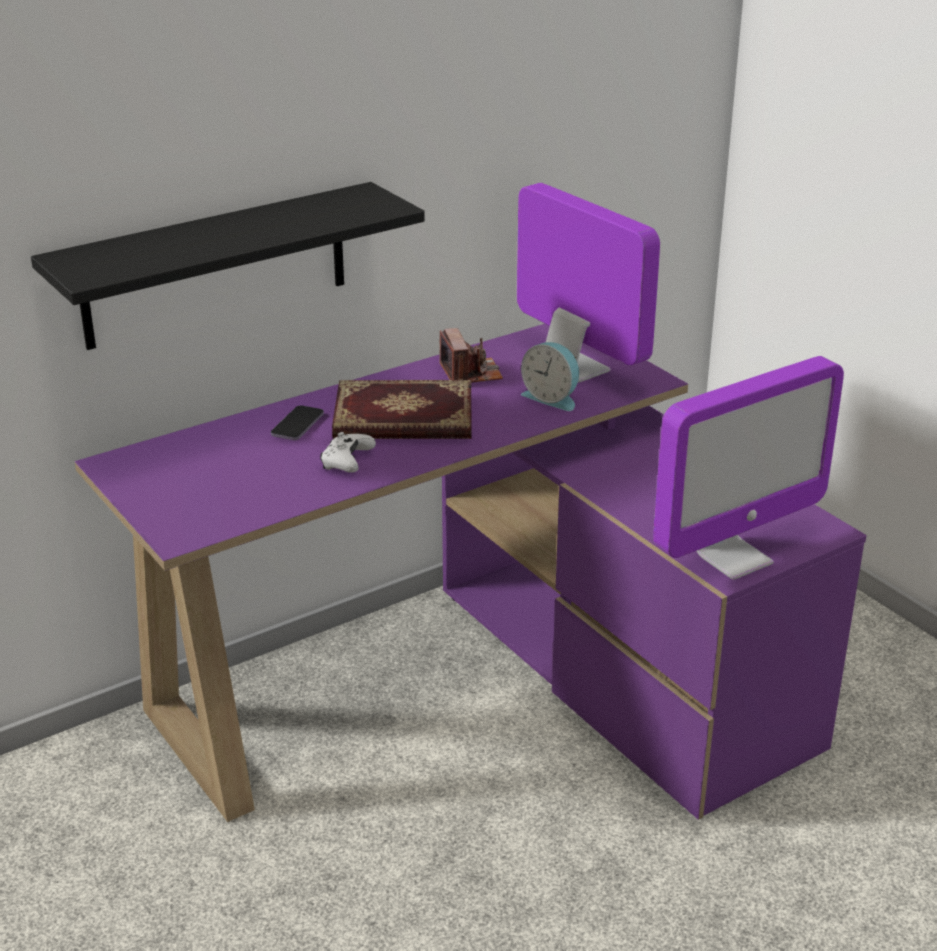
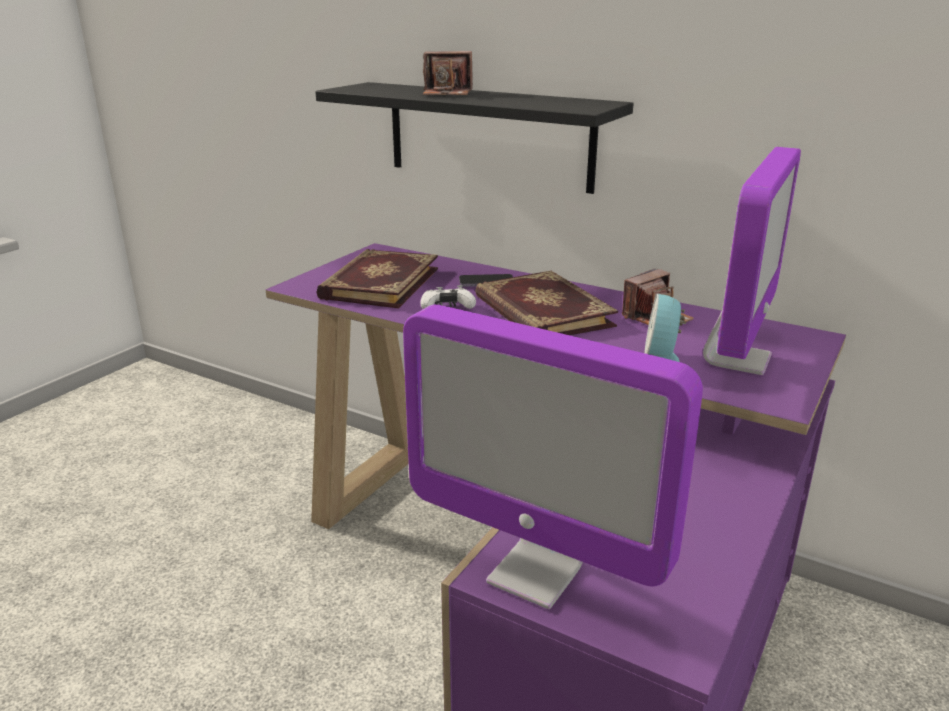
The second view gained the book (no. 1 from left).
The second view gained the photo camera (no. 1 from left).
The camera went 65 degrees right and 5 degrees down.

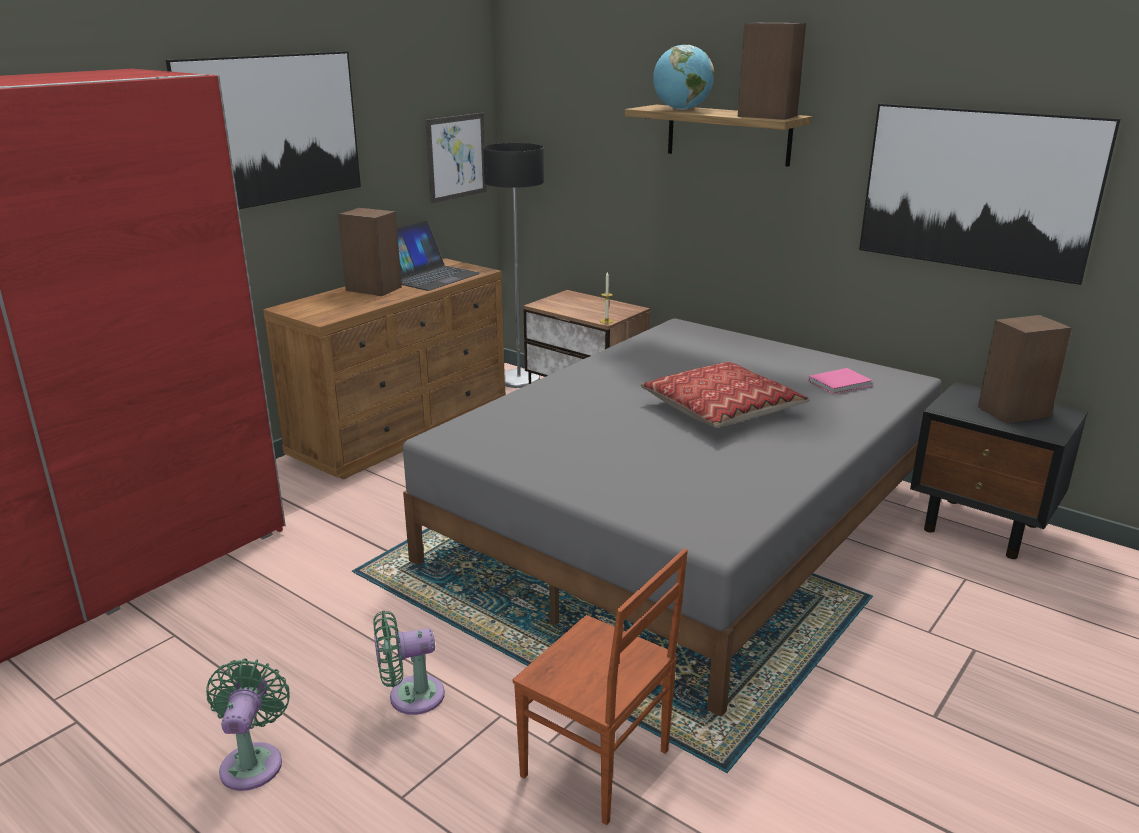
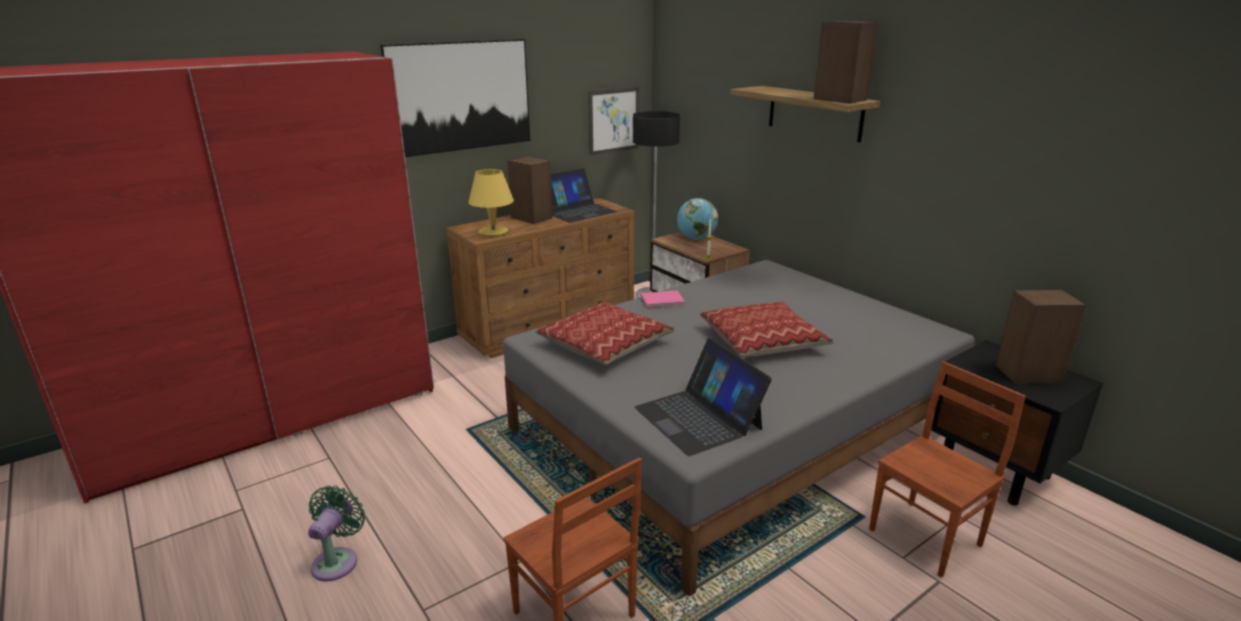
The second view gained the yellow table lamp.
The second view gained the pillow (no. 1 from left).
The second view gained the laptop (no. 2 from left).
The pink book ended up elsewhere.
The globe ended up elsewhere.
The second view gained the brown chair (no. 2 from left).
The second view lost the green fan (no. 2 from left).
The second view lost the picture (no. 3 from left).
The camera went 15 degrees right and 0 degrees up.

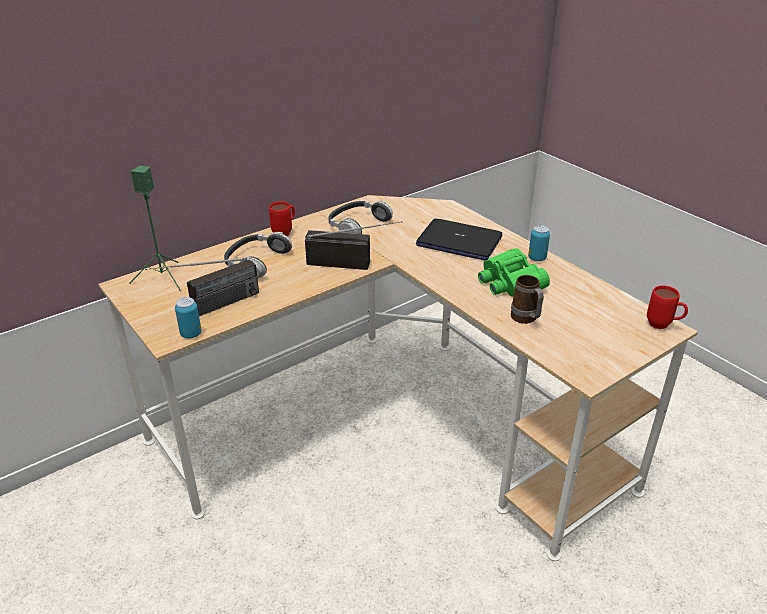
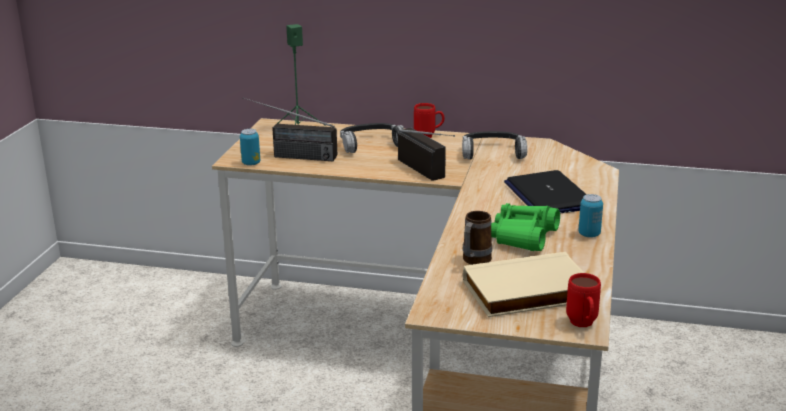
The second view gained the beige book.
The camera went 50 degrees right and 10 degrees down.

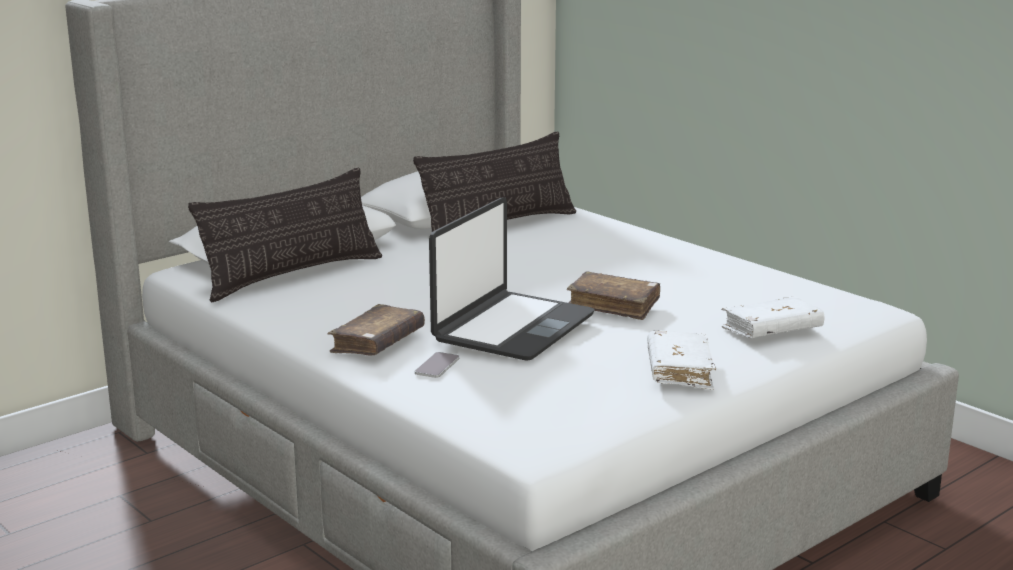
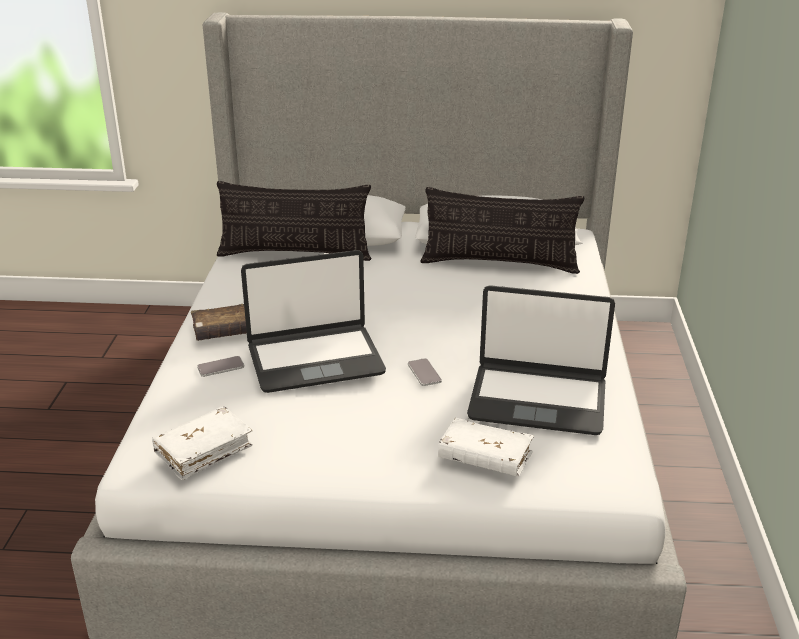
The white book (no. 1 from left) ended up elsewhere.
Where the brown book (no. 2 from left) stood, the phone (no. 2 from left) came to stand.
The second view gained the laptop (no. 2 from left).
The camera went 45 degrees right and 10 degrees up.

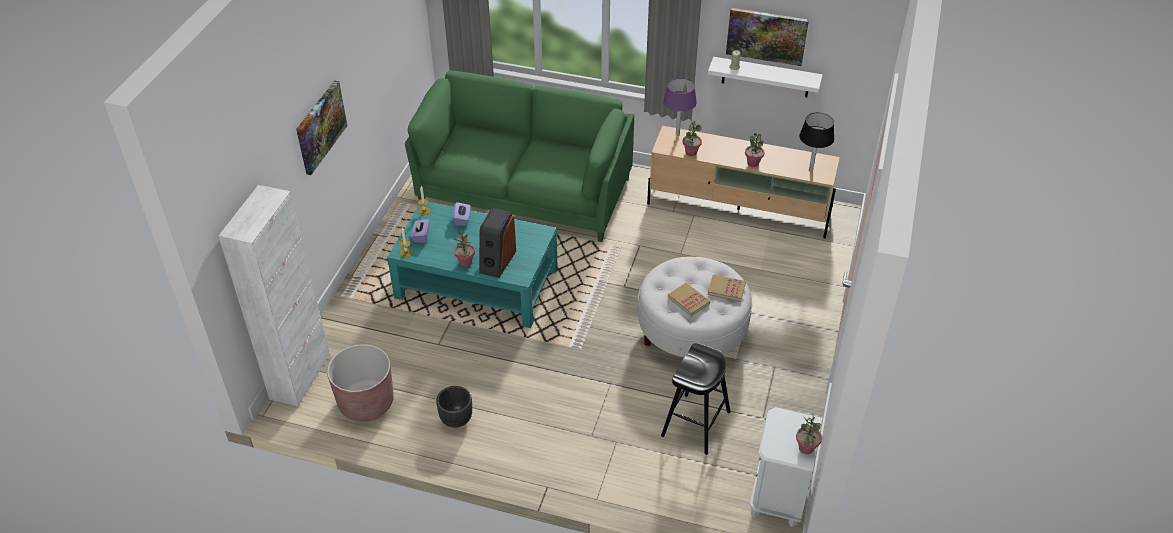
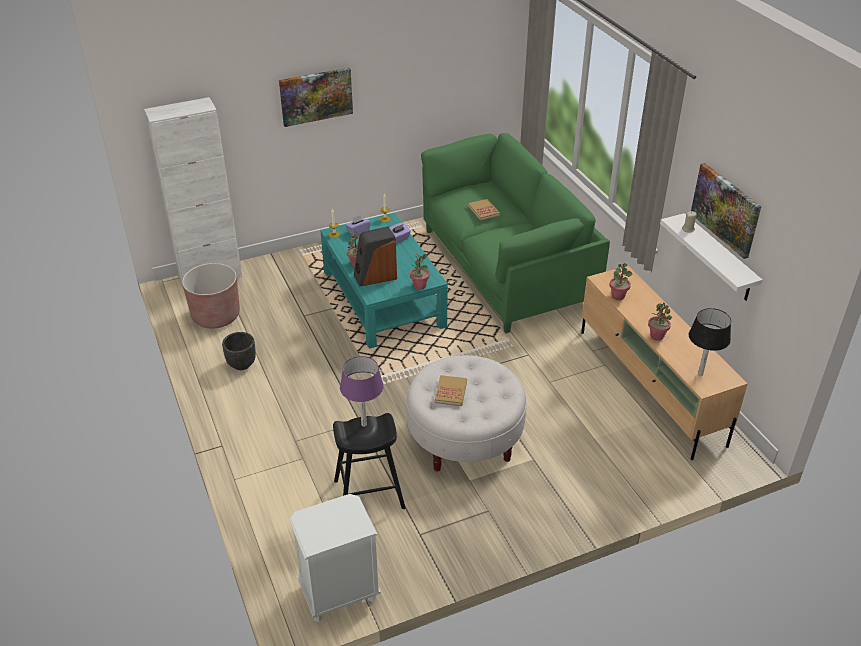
The purple table lamp ended up elsewhere.
The potted plant (no. 4 from left in the first image) ended up elsewhere.
The book (no. 2 from left) ended up elsewhere.
The camera went 50 degrees right and 5 degrees down.

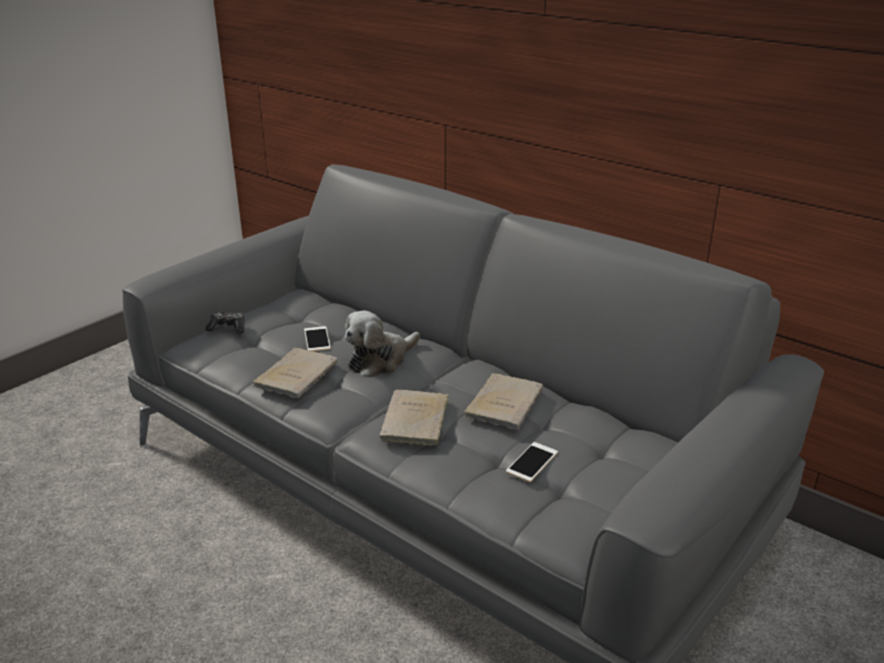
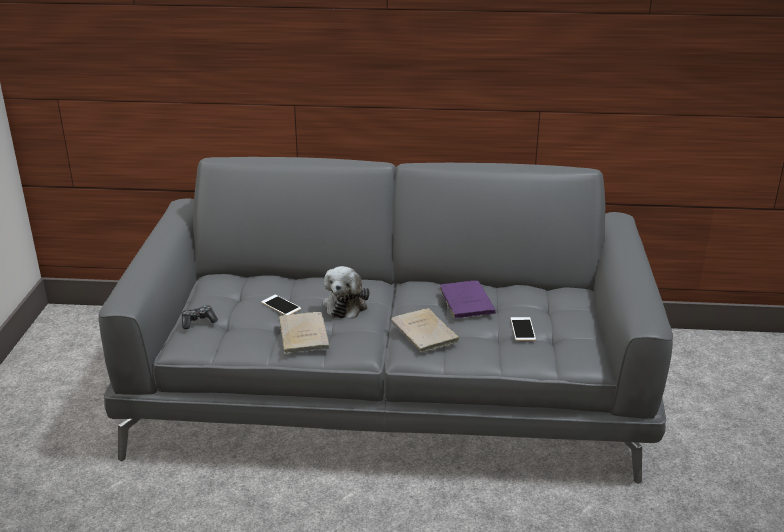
What was the beige book (no. 3 from left) turned into the purple book.
The camera went 35 degrees left and 0 degrees up.

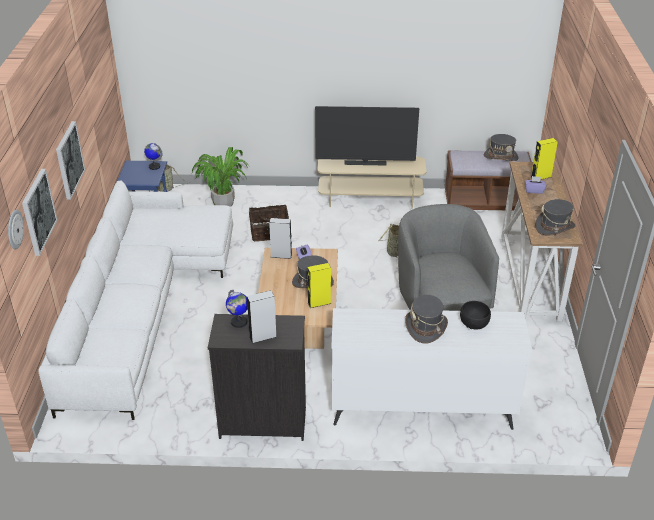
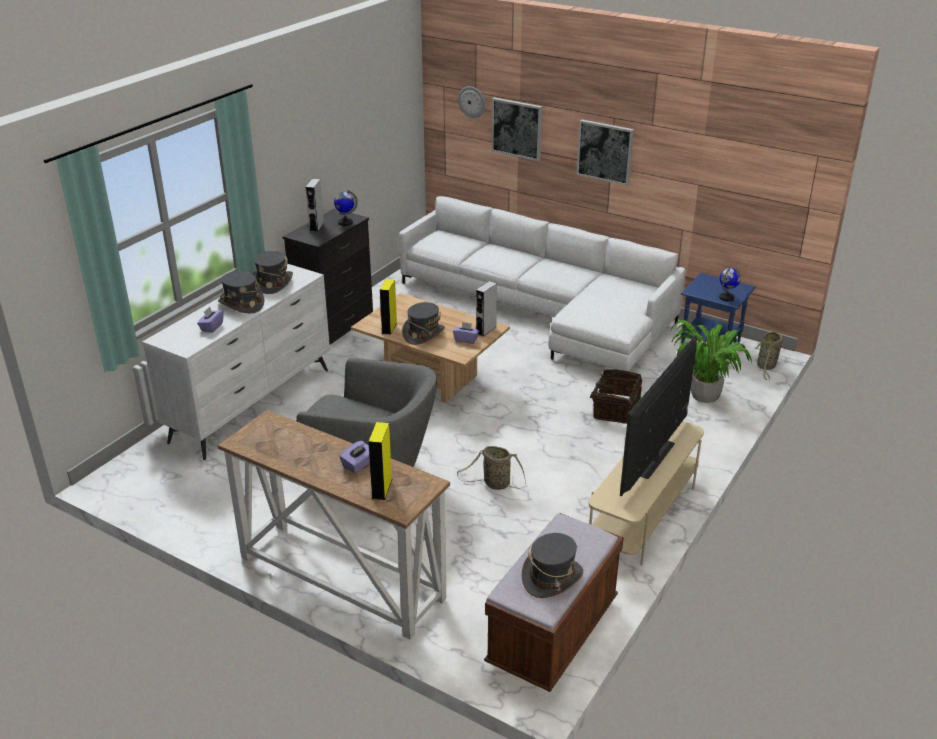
Where the black bowl stood, the purple tissue box (no. 1 from left) came to stand.
The grey hat (no. 4 from left in the first image) ended up elsewhere.
The camera went 120 degrees right and 5 degrees down.

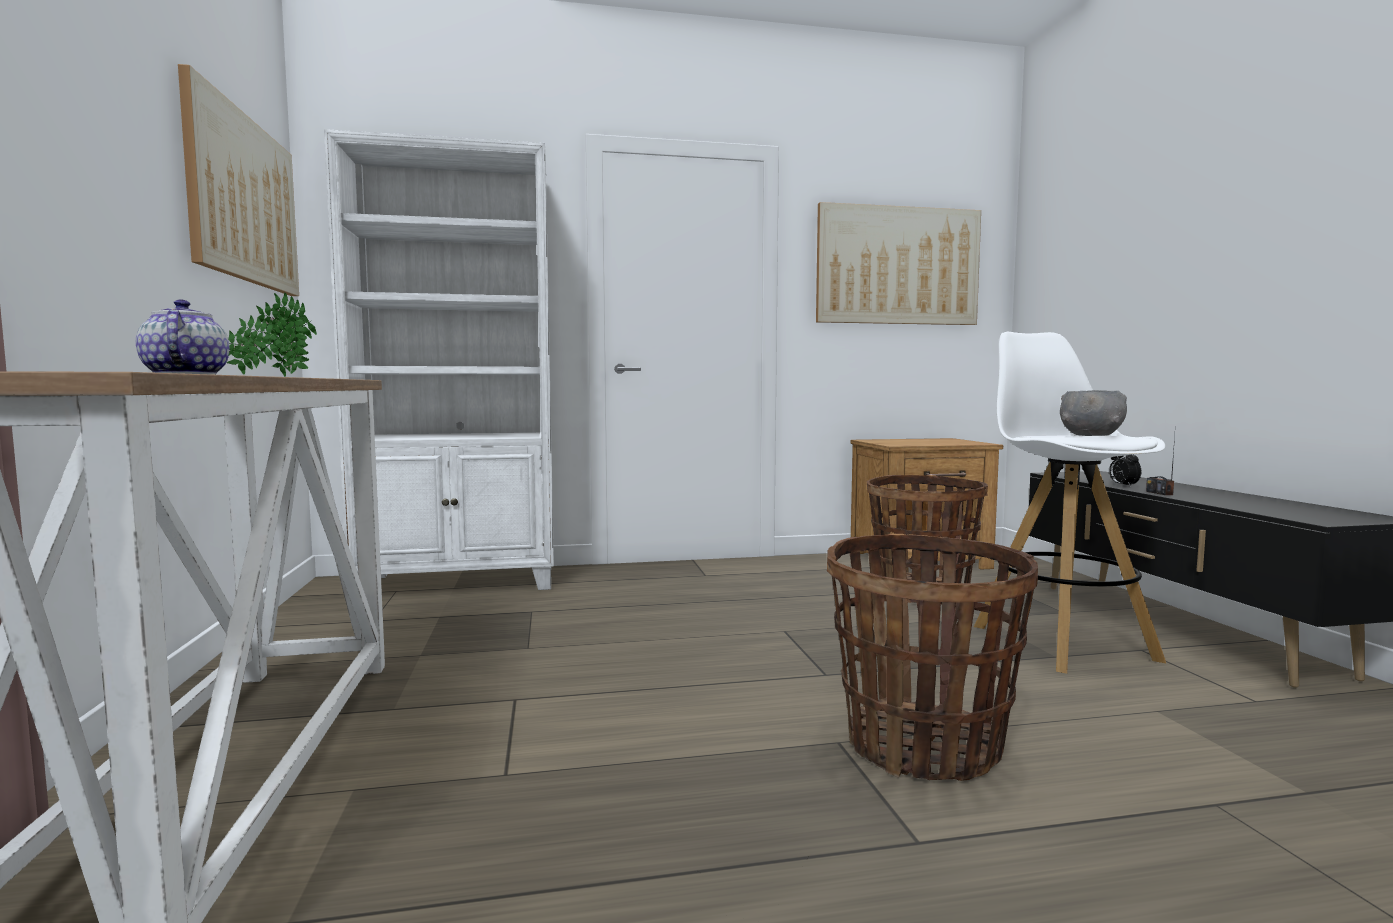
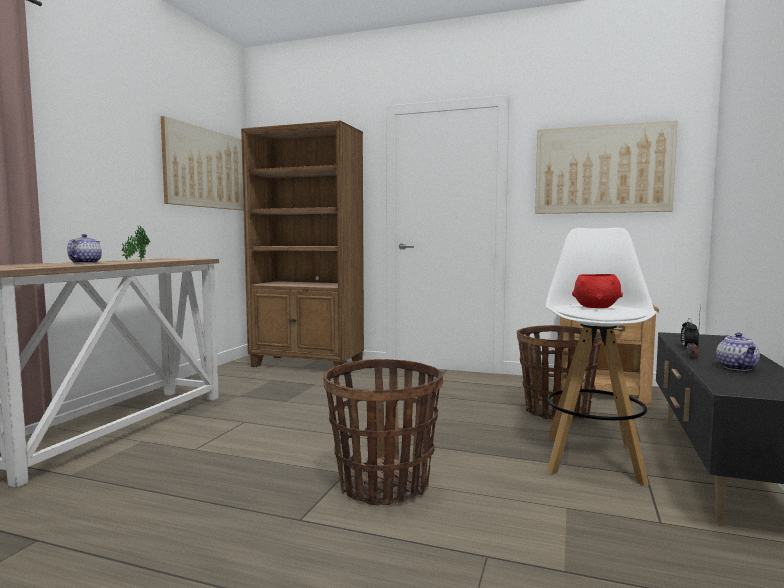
What was the white bookcase turned into the brown bookcase.
What was the grey bowl turned into the red bowl.
The second view gained the teapot (no. 2 from left).
The camera went 30 degrees right and 0 degrees up.

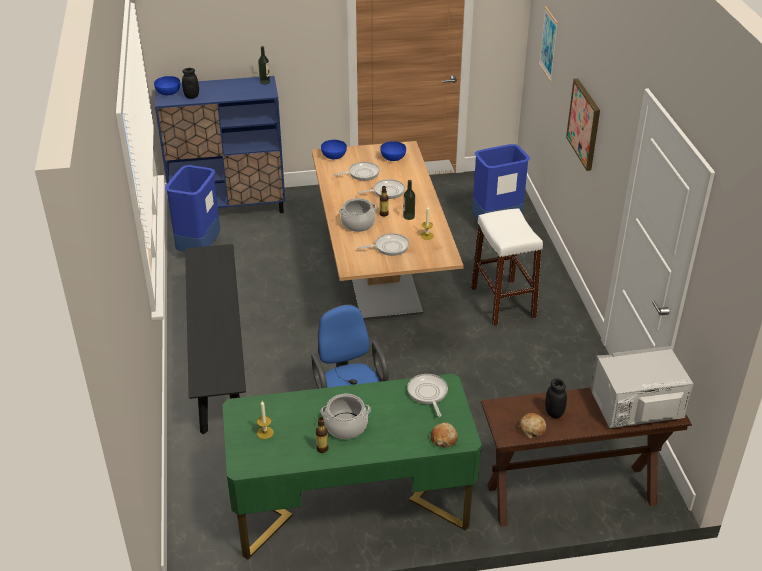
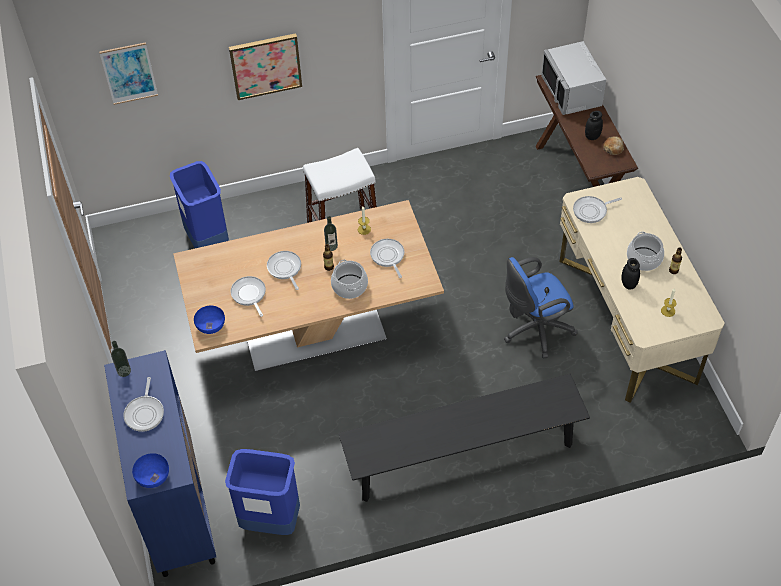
The second view gained the frying pan (no. 1 from left).
What was the green desk turned into the beige desk.
The black jar (no. 1 from left in the first image) ended up elsewhere.
The second view lost the blue bowl (no. 3 from left).
The second view lost the bread (no. 1 from left).
The camera went 95 degrees left and 15 degrees up.

